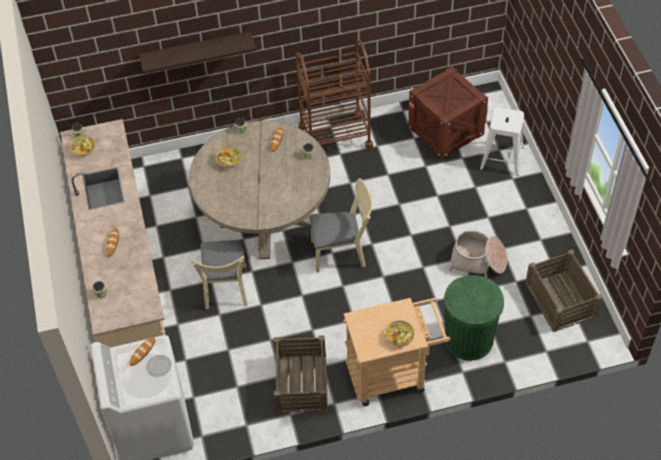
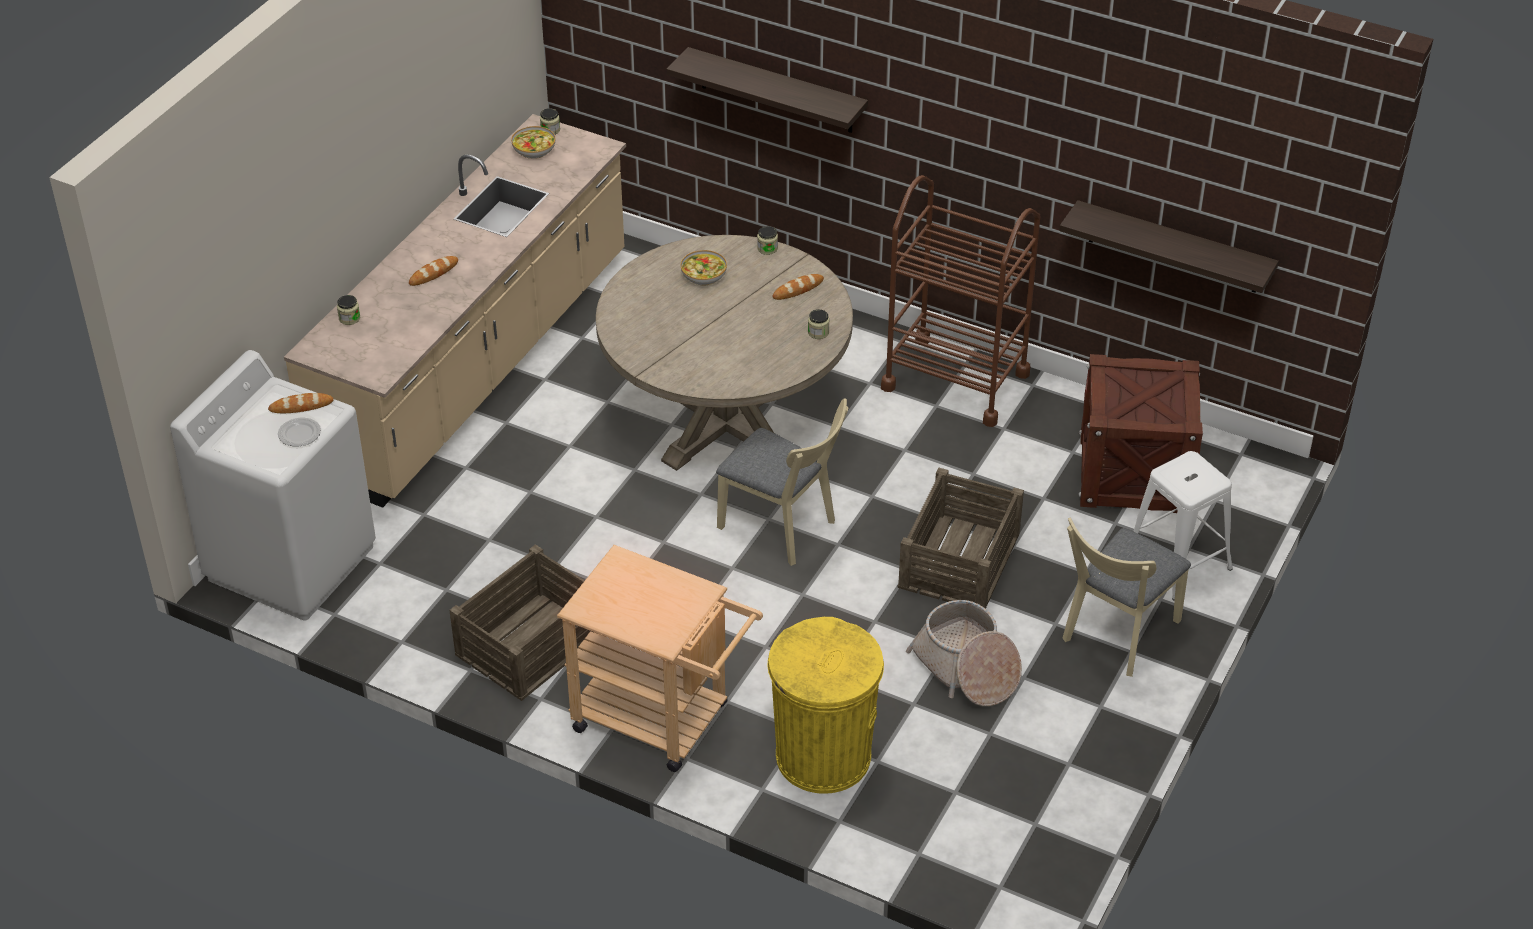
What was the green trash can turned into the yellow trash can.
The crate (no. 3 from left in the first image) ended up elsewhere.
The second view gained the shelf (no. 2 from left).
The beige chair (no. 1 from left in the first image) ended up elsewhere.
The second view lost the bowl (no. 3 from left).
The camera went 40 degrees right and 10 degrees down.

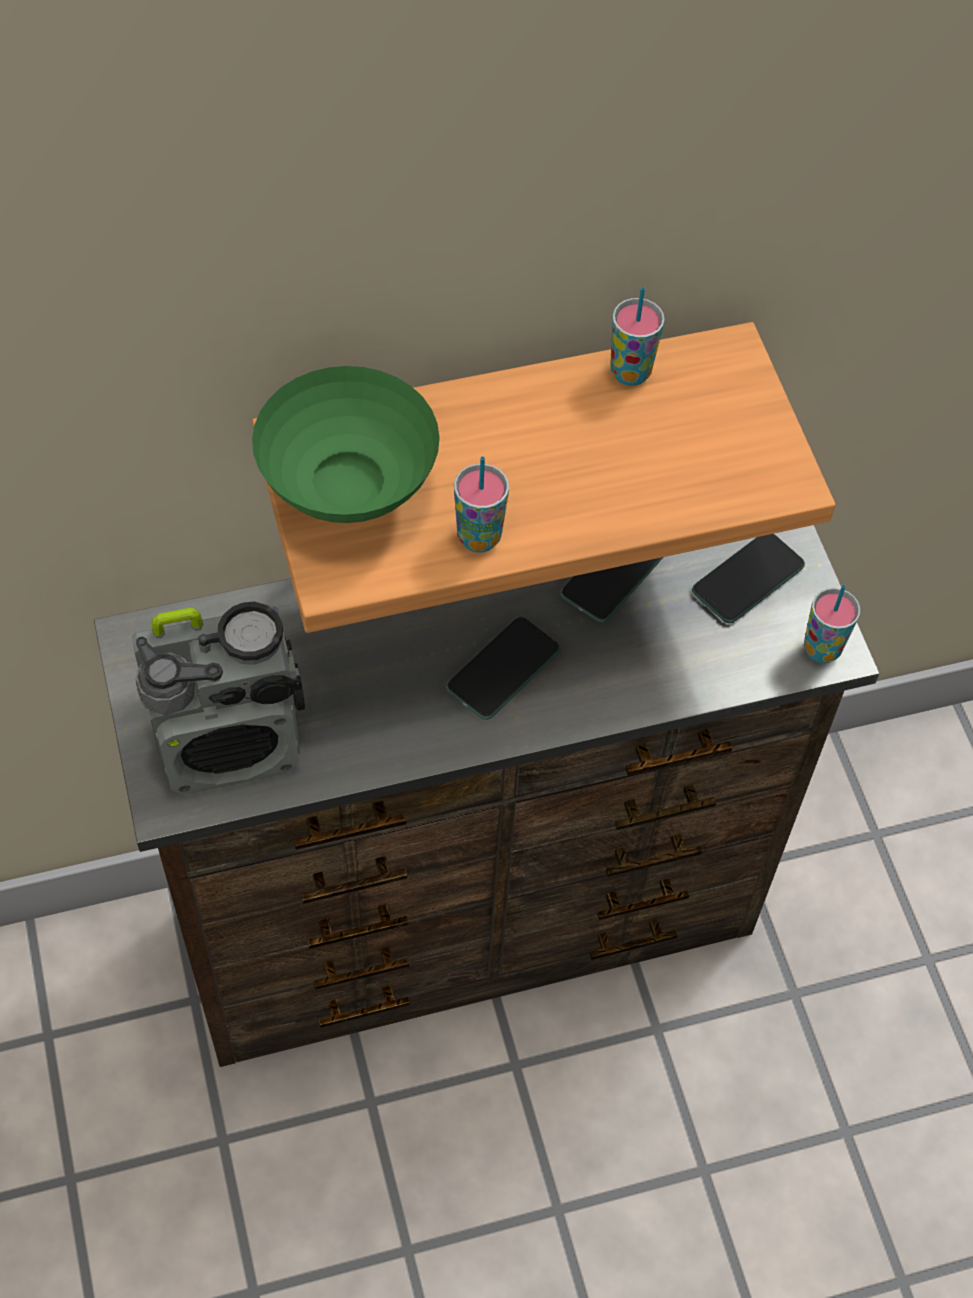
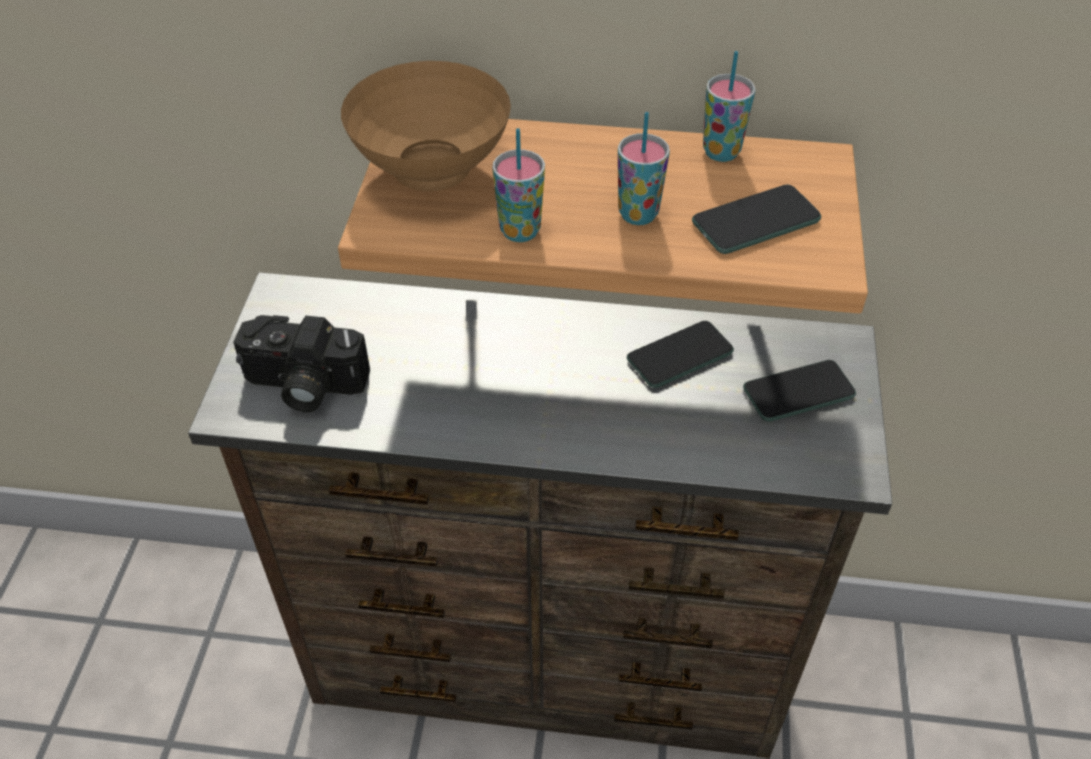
Where the radio stood, the photo camera came to stand.
What was the green bowl turned into the brown bowl.
The cup (no. 3 from left in the first image) ended up elsewhere.
The phone (no. 1 from left in the first image) ended up elsewhere.
The camera went 25 degrees right and 10 degrees down.

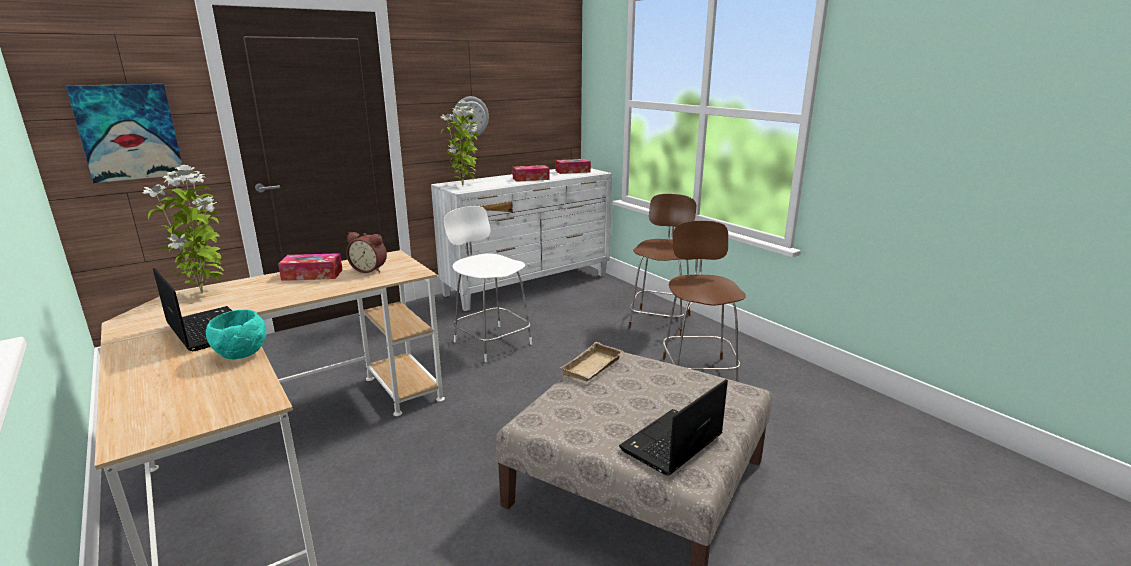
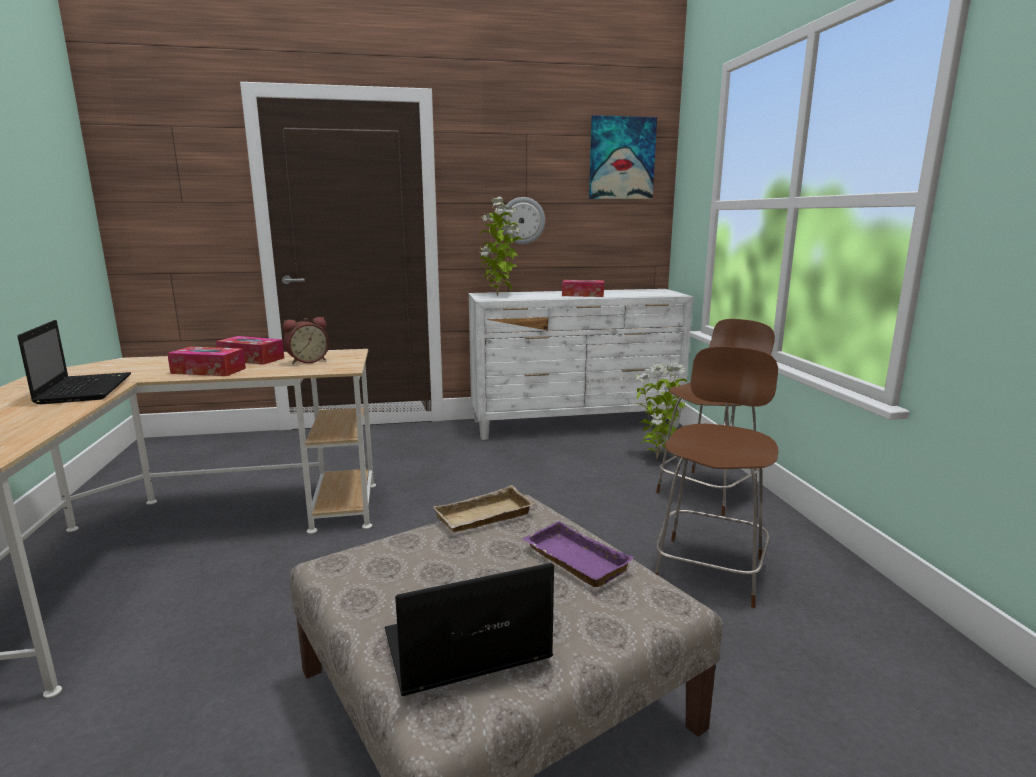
The tissue box (no. 3 from left in the first image) ended up elsewhere.
The alarm clock ended up facing another way, 75 degrees counterclockwise from before.
The second view gained the purple tray.
The picture ended up elsewhere.
The potted plant (no. 1 from left in the first image) ended up elsewhere.
The second view lost the turquoise bowl.
The second view lost the white chair.
The camera went 25 degrees right and 5 degrees down.

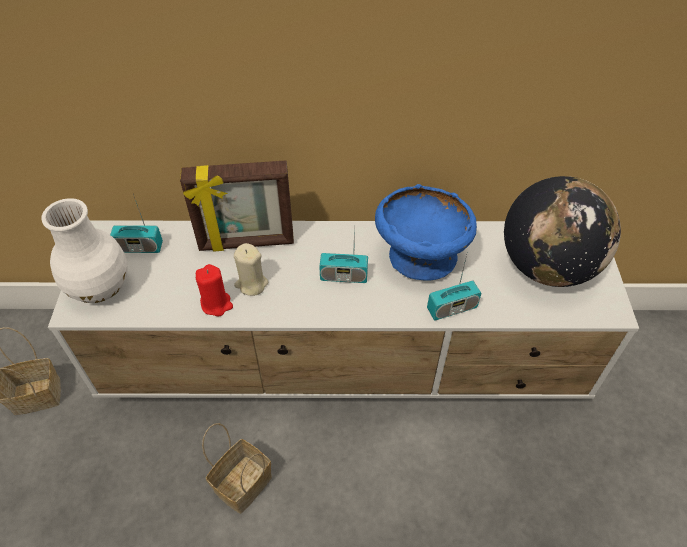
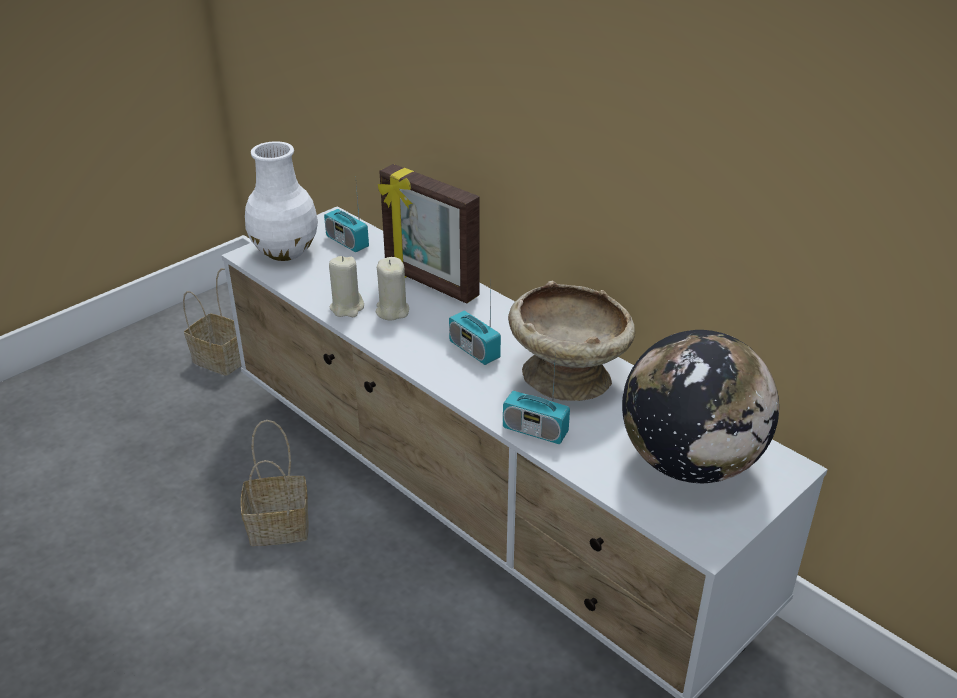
What was the red candle turned into the beige candle (no. 1 from left).
What was the blue bowl turned into the beige bowl.
The camera went 45 degrees right and 15 degrees down.

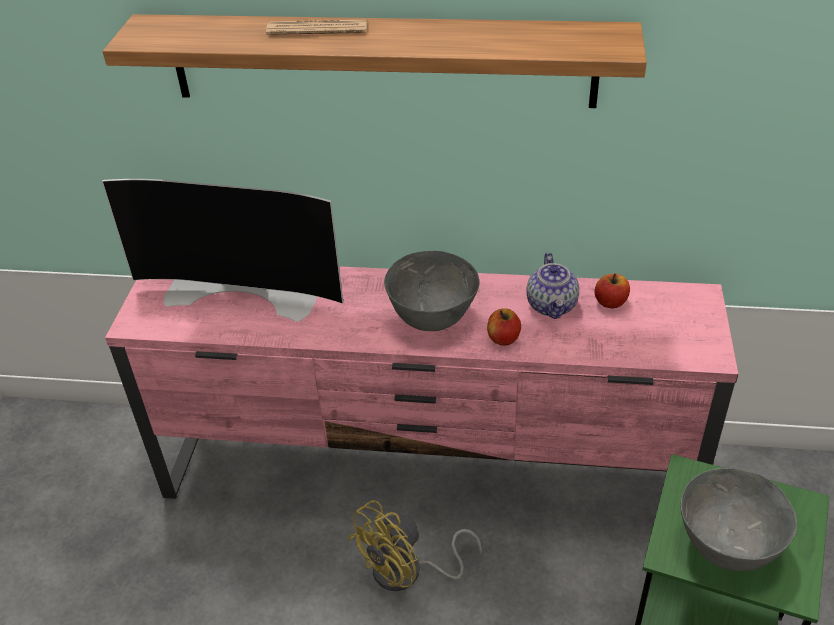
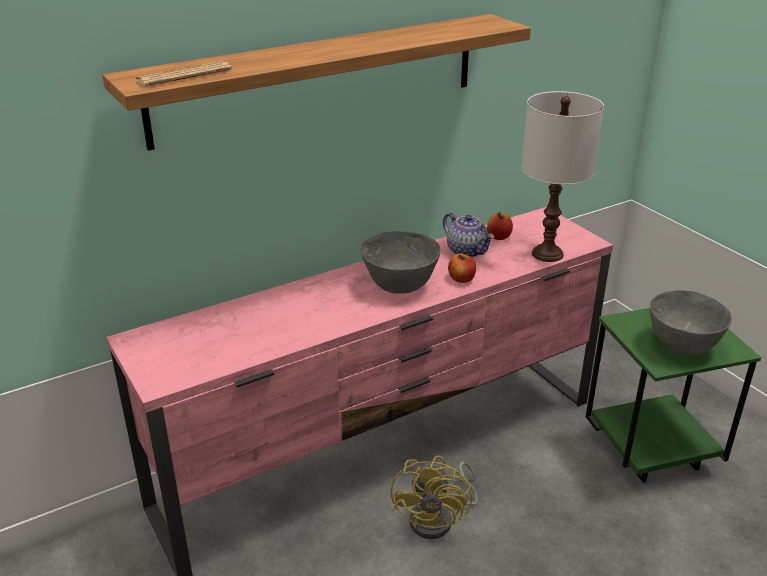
The newspaper ended up elsewhere.
The second view gained the white table lamp.
The second view lost the television.
The camera went 40 degrees left and 10 degrees down.

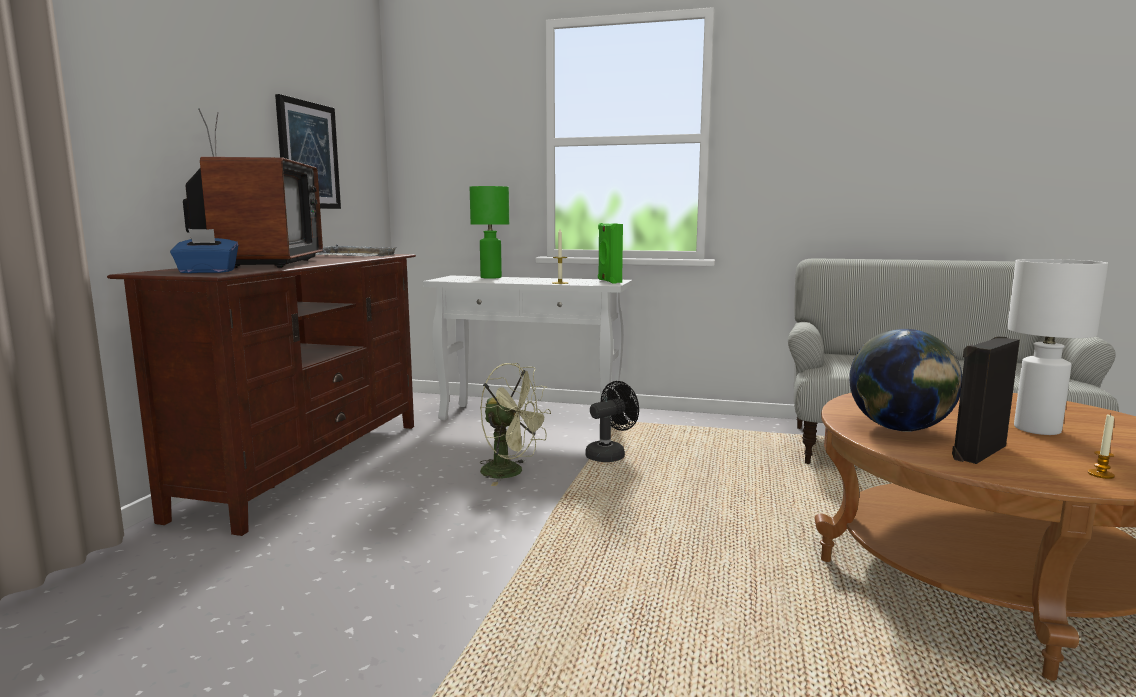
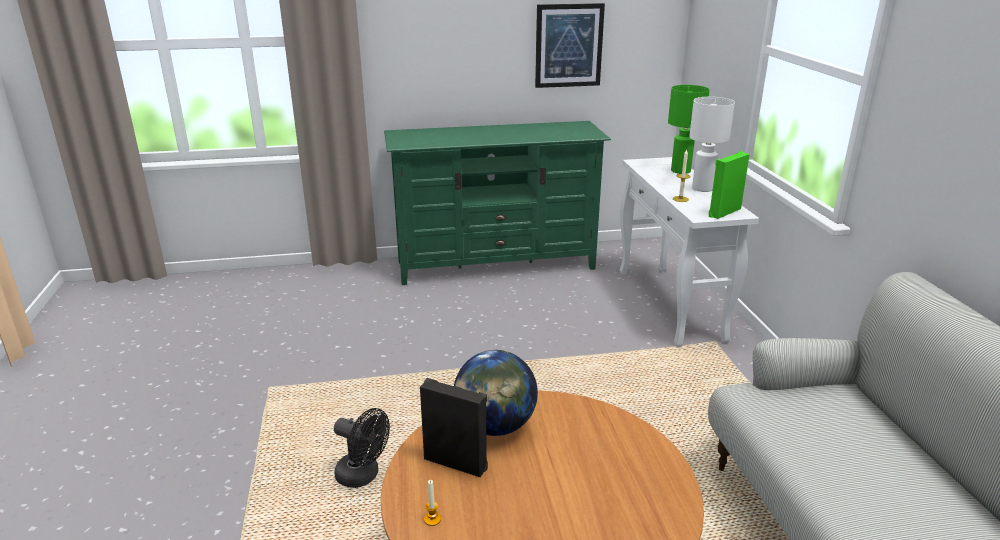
The black fan ended up elsewhere.
What was the brown tv stand turned into the green tv stand.
The white table lamp ended up elsewhere.
The second view lost the blue tissue box.
The second view lost the television.
The second view lost the grey tray.
The second view lost the green fan.
The camera went 65 degrees right and 15 degrees up.

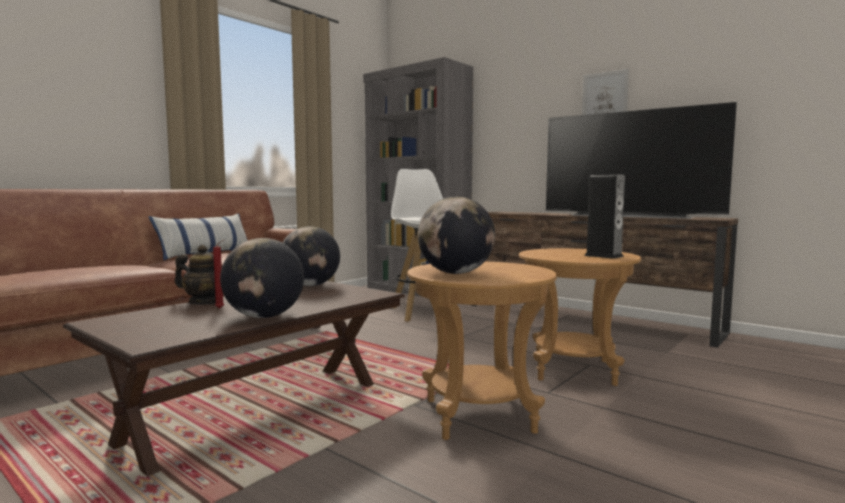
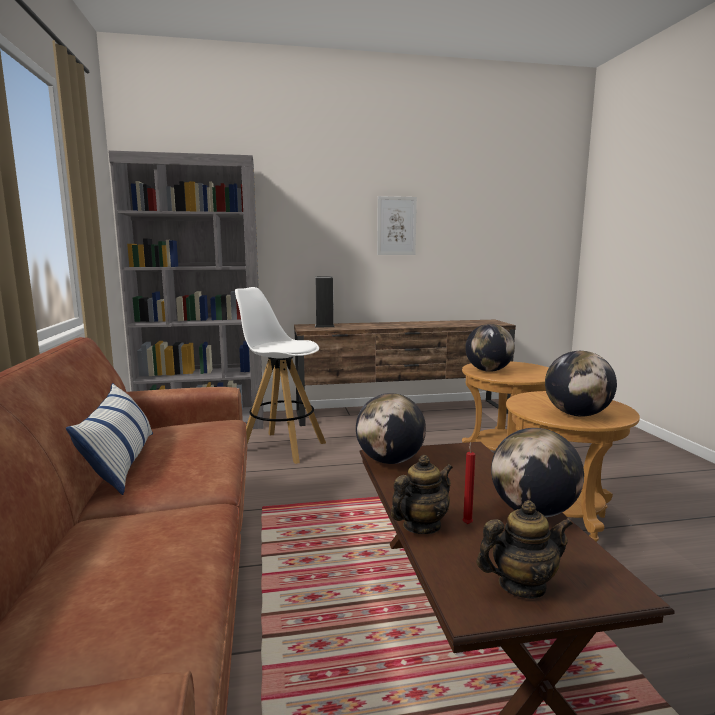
The speaker ended up elsewhere.
The second view gained the globe (no. 2 from left).
The second view gained the teapot (no. 2 from left).
The second view lost the television.
The camera went 50 degrees left and 5 degrees up.

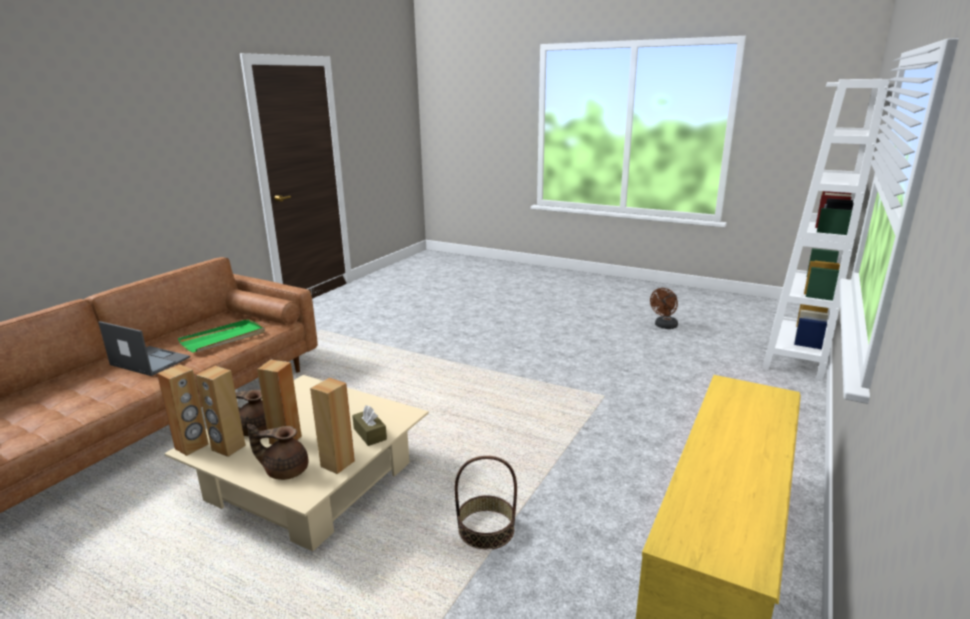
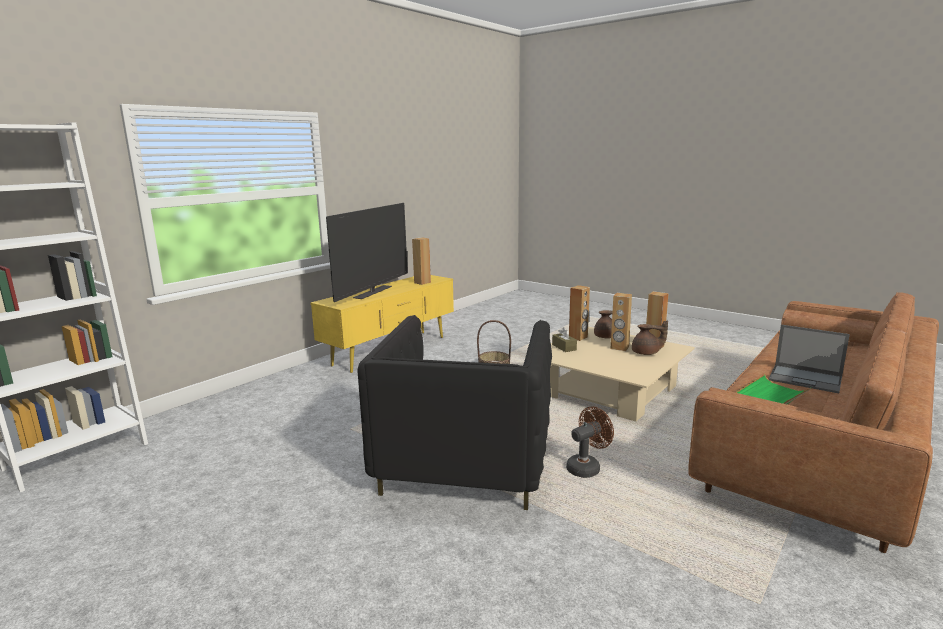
The second view gained the television.
The second view gained the black armchair.
The brown speaker (no. 1 from left) ended up elsewhere.
The brown fan ended up elsewhere.
The camera went 170 degrees left and 5 degrees down.

